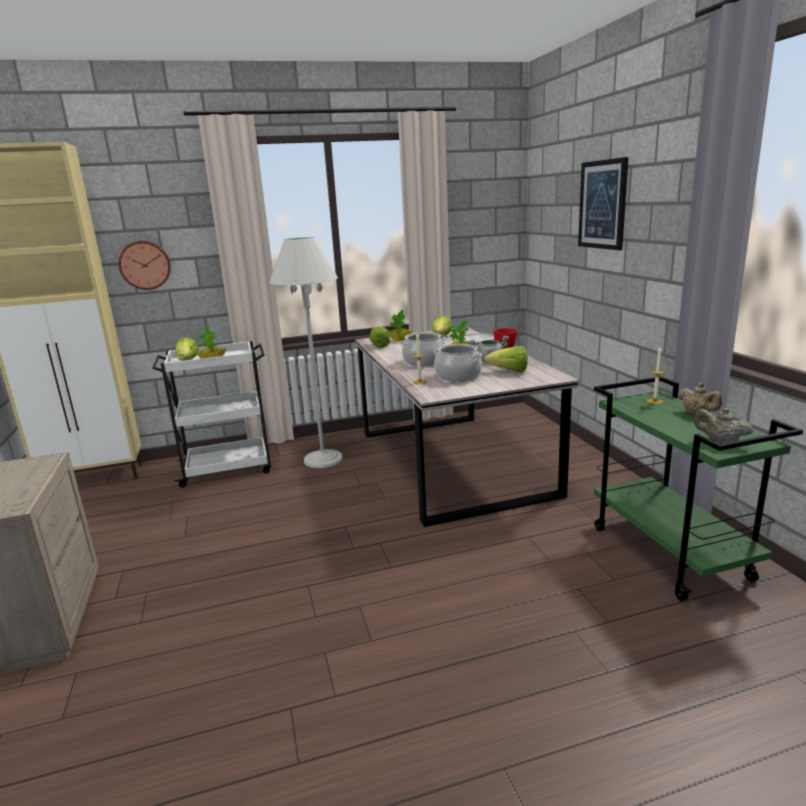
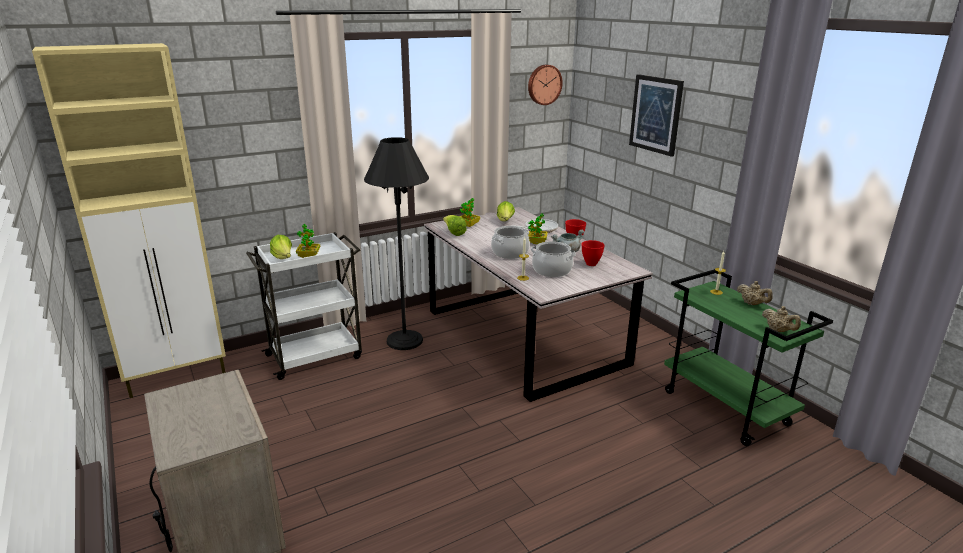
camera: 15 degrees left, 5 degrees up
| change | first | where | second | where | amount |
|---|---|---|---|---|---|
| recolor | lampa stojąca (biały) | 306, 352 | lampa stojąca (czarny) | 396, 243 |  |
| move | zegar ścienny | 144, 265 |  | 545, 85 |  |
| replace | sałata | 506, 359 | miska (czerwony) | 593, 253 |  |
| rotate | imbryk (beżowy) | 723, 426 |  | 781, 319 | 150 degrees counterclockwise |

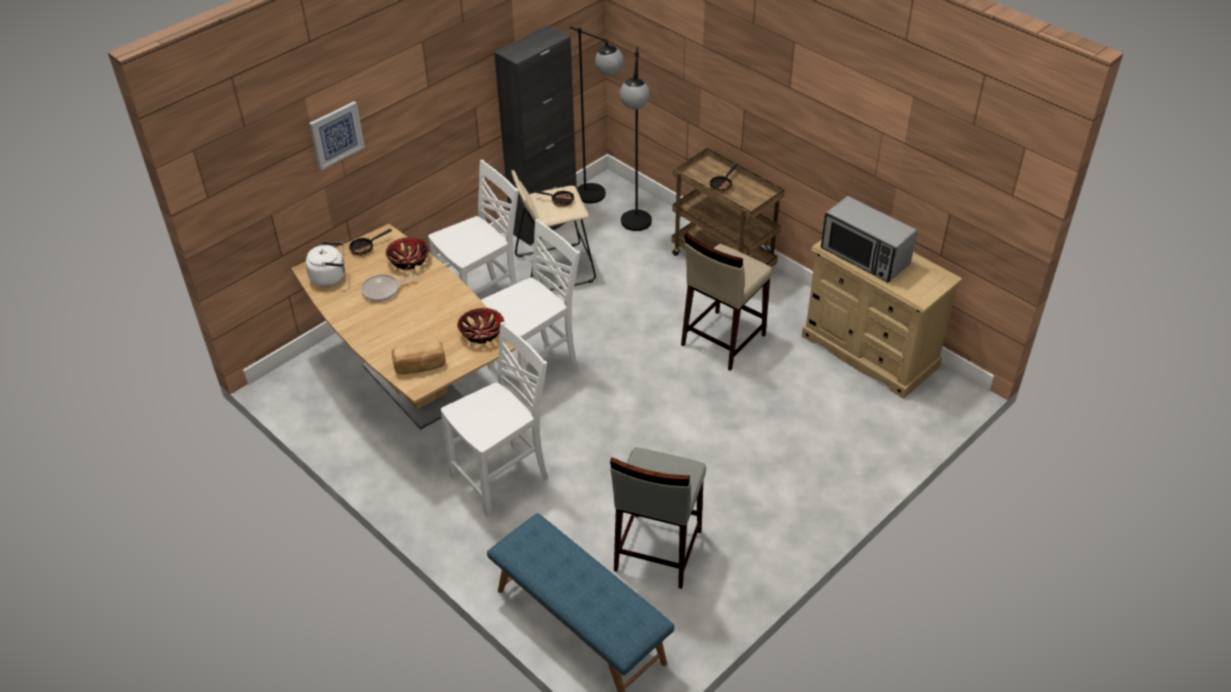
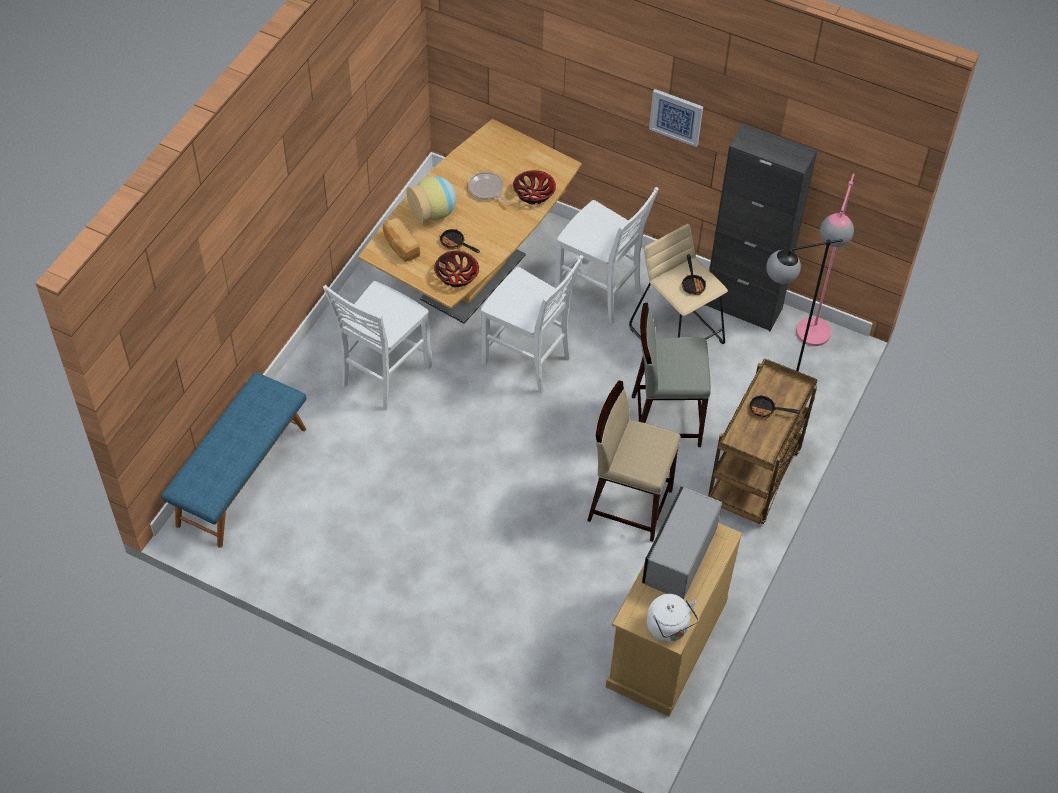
camera: 70 degrees right, 10 degrees up
| change | first | where | second | where | amount |
|---|---|---|---|---|---|
| rotate | krzesło (biały) | 494, 419 |  | 377, 345 | 90 degrees clockwise |
| insert |  |  | wazon | 431, 200 |  |
| move | patelnia | 370, 242 |  | 459, 241 |  |
| move | stołek (szary) | 658, 518 |  | 671, 375 |  |
| move | czajnik (biały) | 325, 264 |  | 673, 618 |  |
| move | obraz | 337, 135 |  | 676, 118 |  |
| recolor | lampa stojąca (czarny) | 596, 115 | lampa stojąca (różowy) | 825, 259 |  |

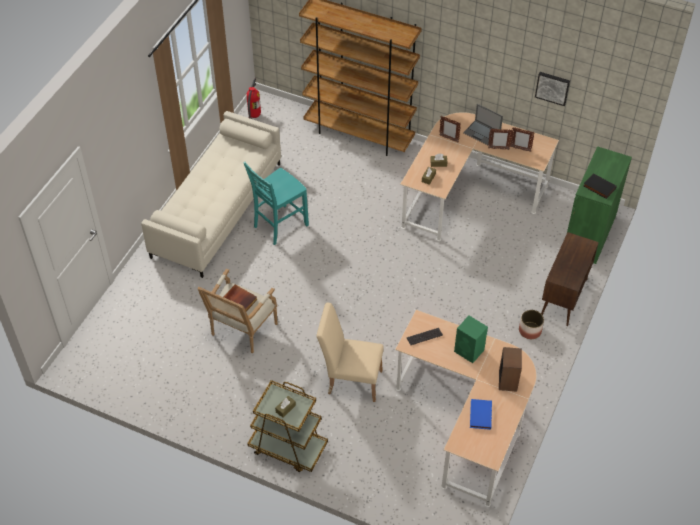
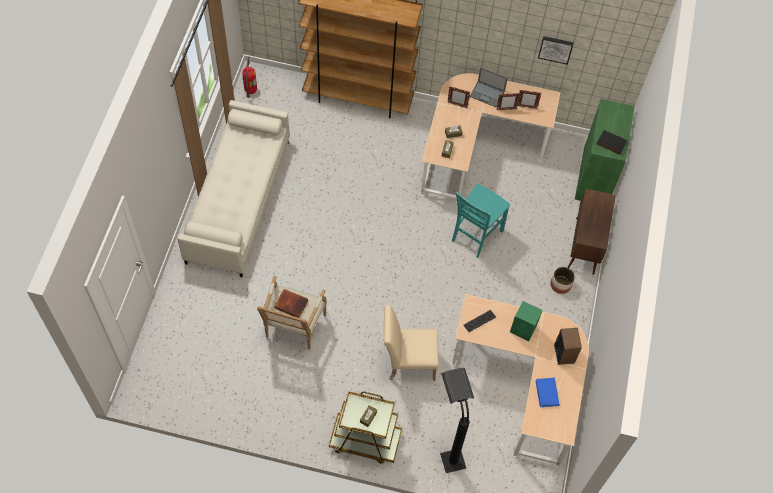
camera: 15 degrees left, 10 degrees up
| change | first | where | second | where | amount |
|---|---|---|---|---|---|
| insert |  |  | lampa stojąca (czarny) | 457, 420 |  |
| move | krzesło (turkusowy) | 276, 203 |  | 481, 221 |  |

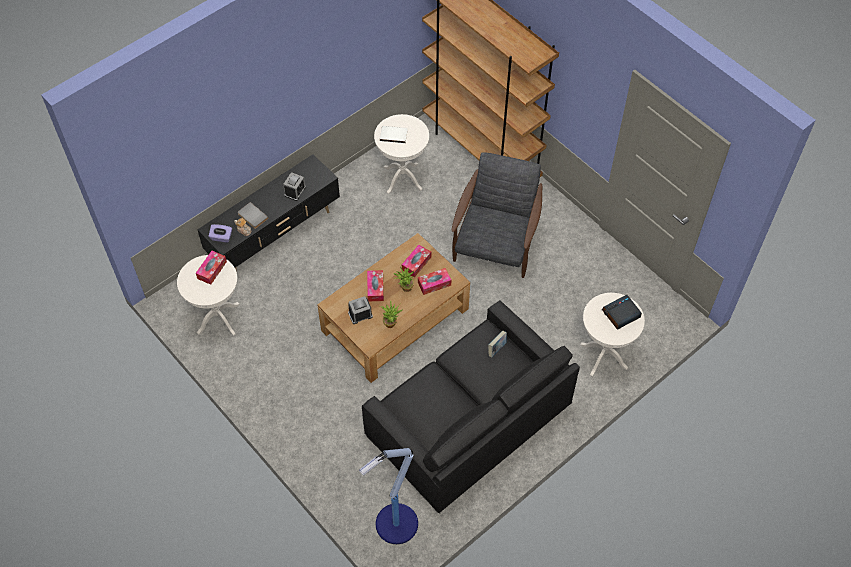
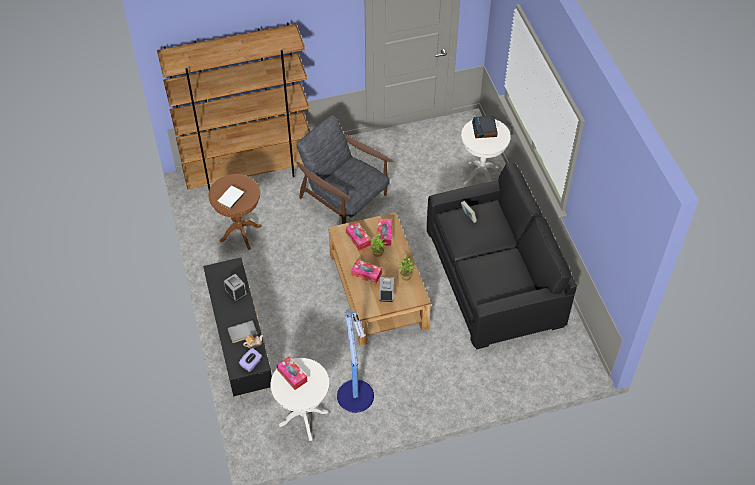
camera: 65 degrees left, 5 degrees down
| change | first | where | second | where | amount |
|---|---|---|---|---|---|
| recolor | stolik (biały) | 401, 154 | stolik (brązowy) | 235, 212 |  |
| move | lampa stojąca | 388, 496 |  | 355, 361 |  |

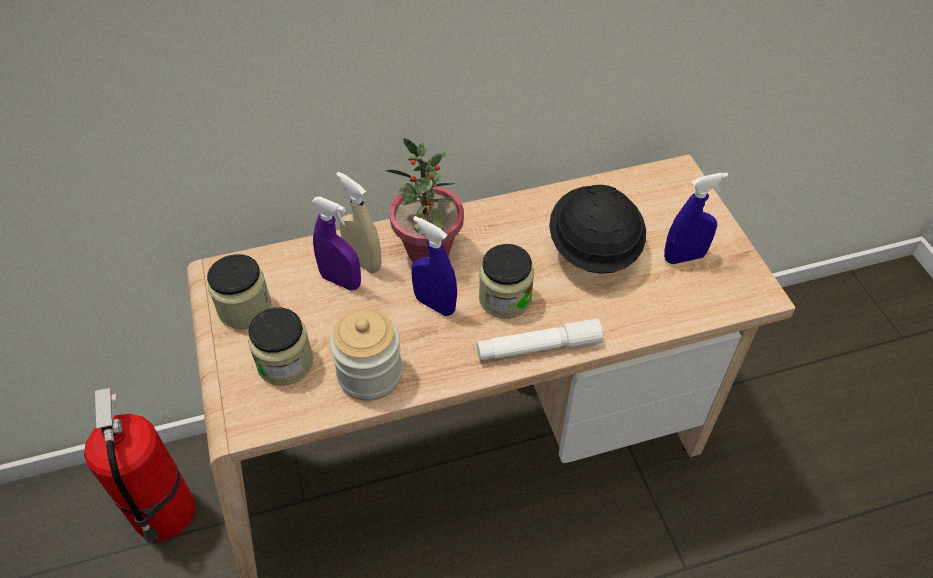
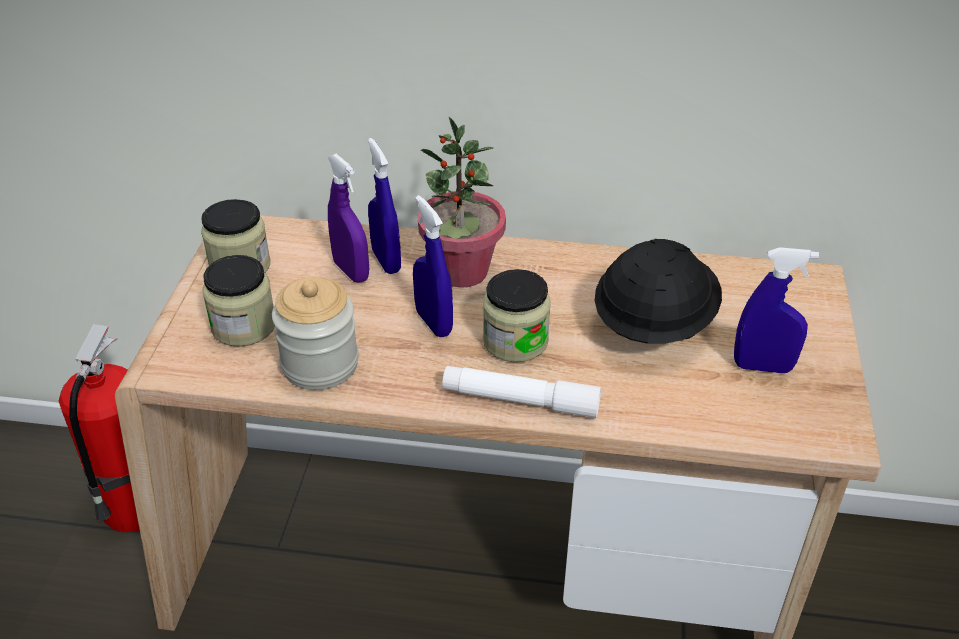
camera: 25 degrees right, 10 degrees down
| change | first | where | second | where | amount |
|---|---|---|---|---|---|
| recolor | spryskiwacz (beżowy) | 358, 222 | spryskiwacz (niebieski) | 384, 206 |  |

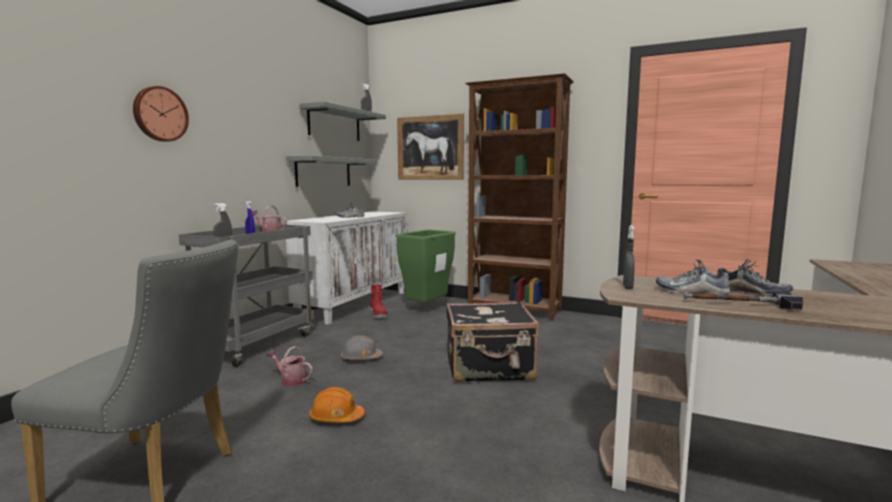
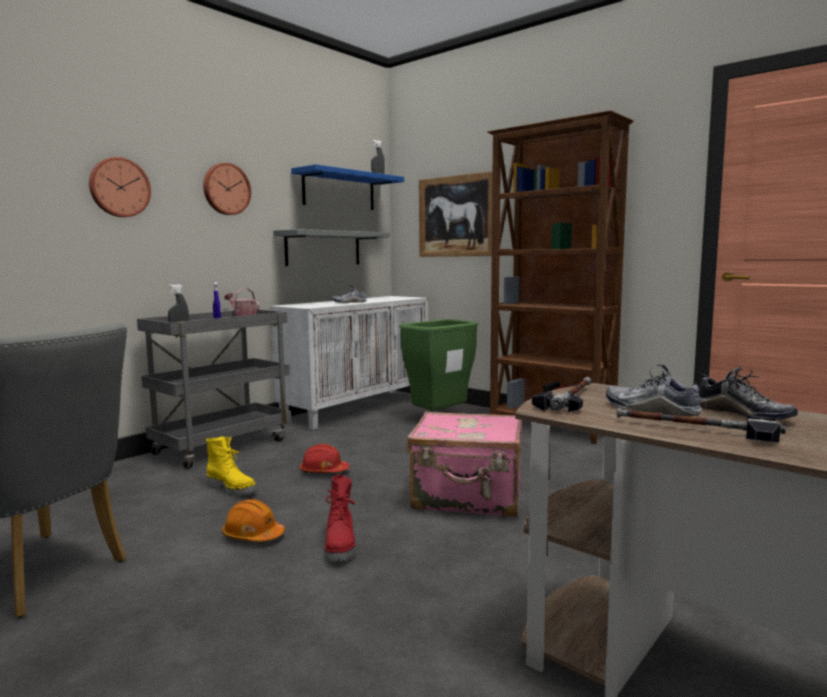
camera: 15 degrees right, 0 degrees up
| change | first | where | second | where | amount |
|---|---|---|---|---|---|
| insert |  |  | zegar ścienny | 227, 189 |  |
| replace | konewka | 289, 366 | but z cholewką (żółty) | 231, 466 |  |
| recolor | półka (szary) | 342, 121 | półka (niebieski) | 347, 187 |  |
| recolor | kask (szary) | 362, 348 | kask (czerwony) | 325, 458 |  |
| move | but z cholewką (czerwony) | 379, 301 |  | 340, 518 |  |
| recolor | walizka (czarny) | 492, 342 | walizka (różowy) | 464, 464 |  |
| replace | spryskiwacz (szary) | 629, 257 | młotek | 561, 394 |  |

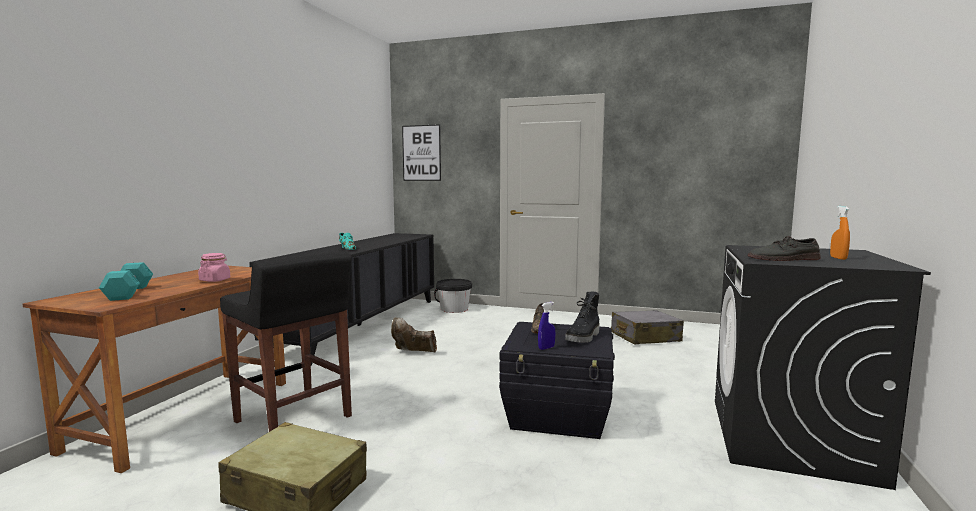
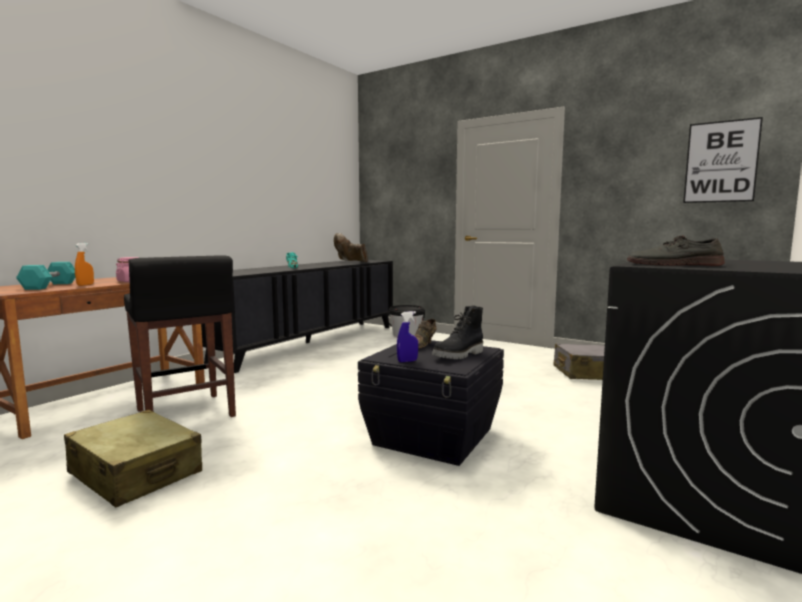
camera: 15 degrees right, 0 degrees up
| change | first | where | second | where | amount |
|---|---|---|---|---|---|
| move | spryskiwacz (pomarańczowy) | 840, 233 |  | 84, 264 |  |
| move | but z cholewką (brązowy) | 414, 334 |  | 351, 247 |  |
| move | obraz | 421, 152 |  | 723, 160 |  |

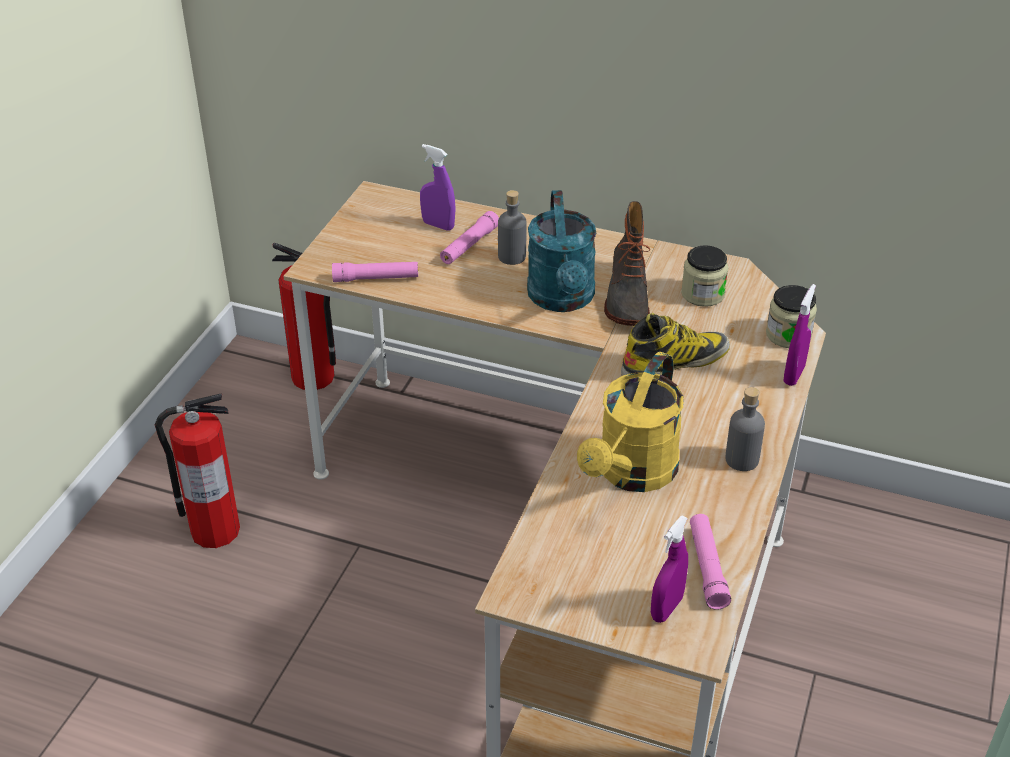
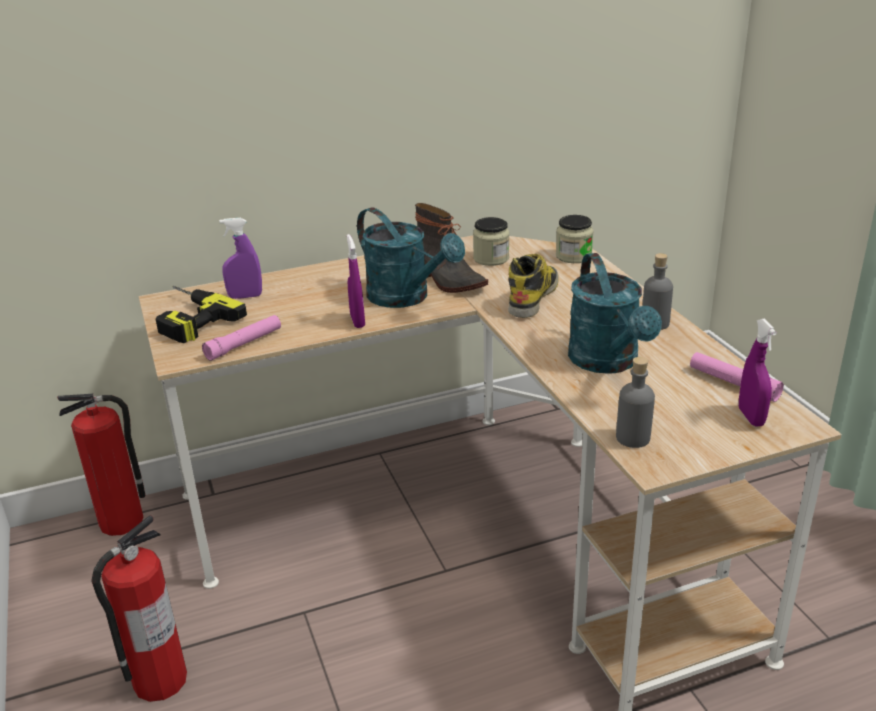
camera: 40 degrees left, 10 degrees down
| change | first | where | second | where | amount |
|---|---|---|---|---|---|
| insert |  |  | wiertarka | 201, 314 |  |
| move | spryskiwacz (fioletowy) | 800, 335 |  | 356, 281 |  |
| recolor | konewka (żółty) | 630, 422 | konewka (turkusowy) | 615, 313 |  |
| move | butelka (szary) | 512, 227 |  | 635, 402 |  |
| delete | latarka (różowy) | 469, 237 |  |  |  |

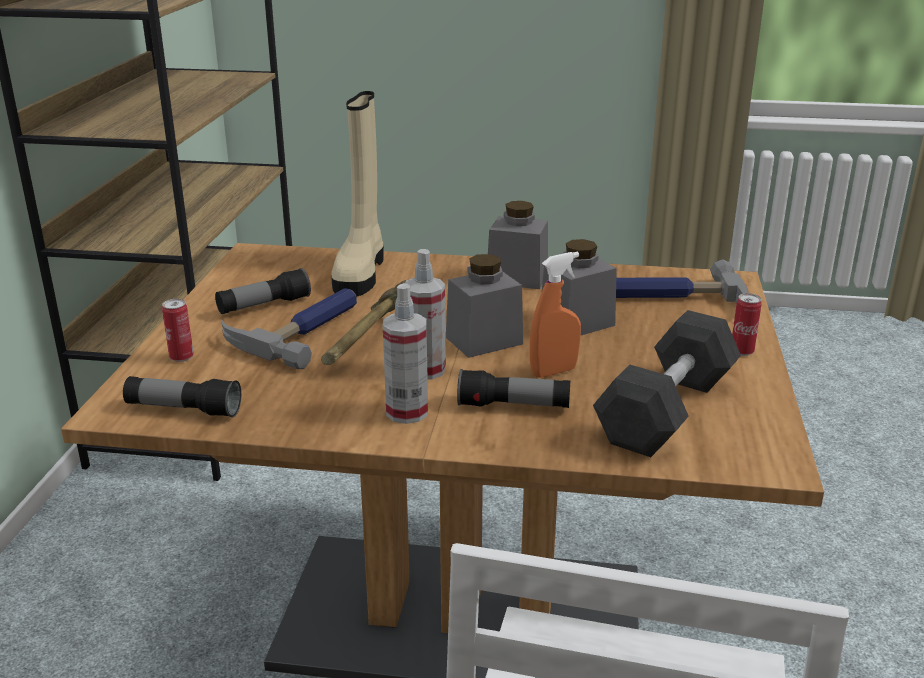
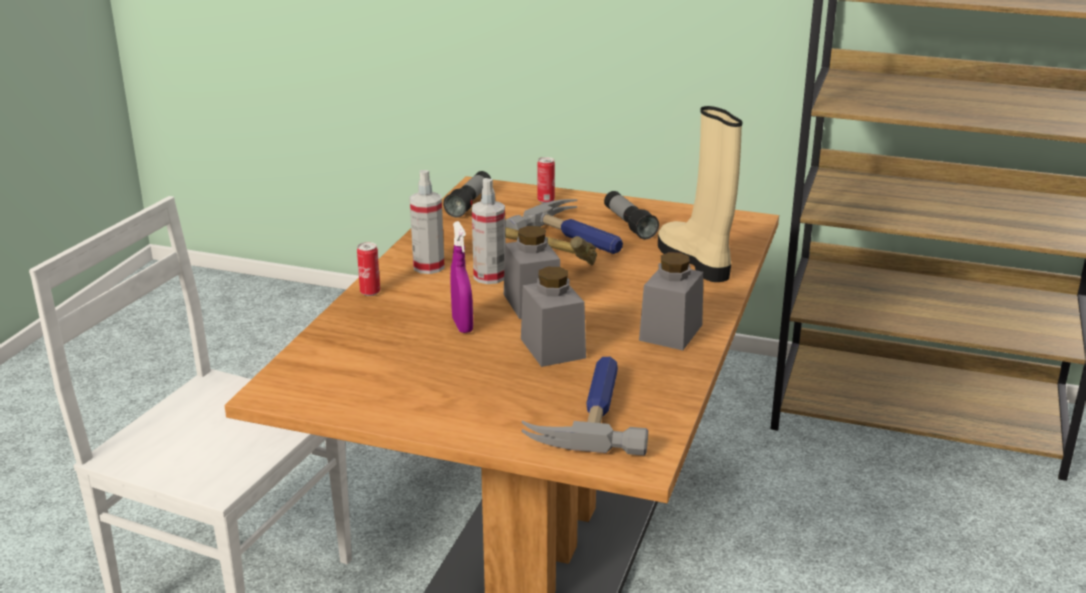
camera: 100 degrees right, 0 degrees up
| change | first | where | second | where | amount |
|---|---|---|---|---|---|
| move | puszka | 747, 324 |  | 368, 269 |  |
| recolor | spryskiwacz (pomarańczowy) | 555, 315 | spryskiwacz (fioletowy) | 461, 277 |  |
| rotate | but z cholewką (beżowy) | 357, 193 |  | 700, 194 | 45 degrees clockwise |
| delete | latarka | 513, 388 |  |  |  |
| delete | hantel (szary) | 667, 383 |  |  |  |

